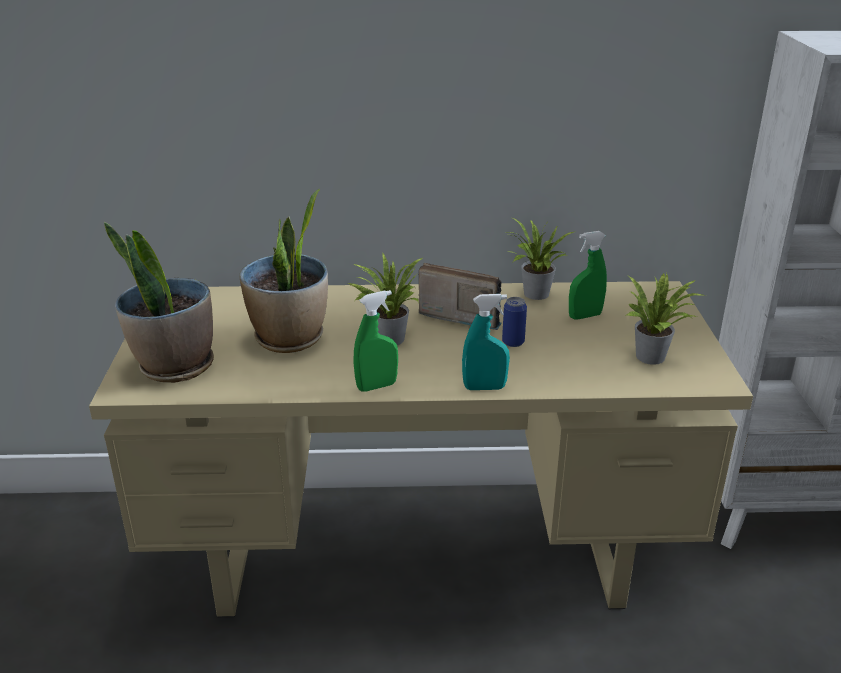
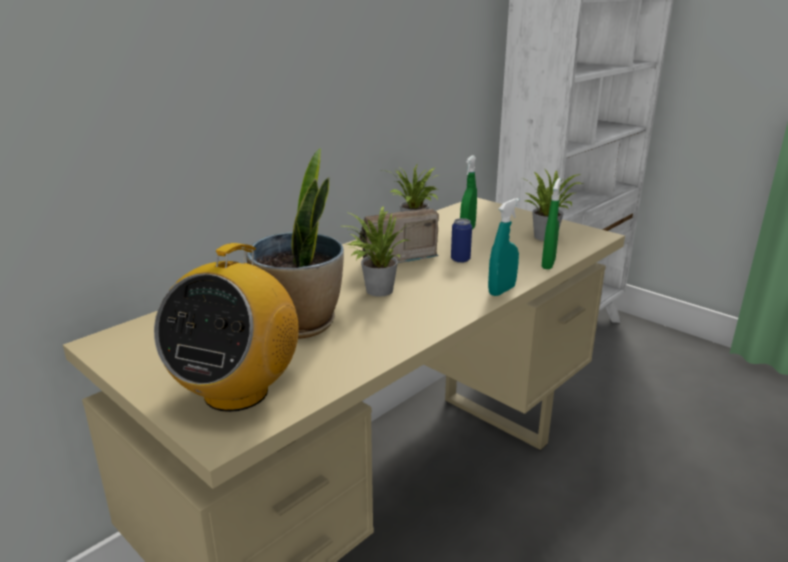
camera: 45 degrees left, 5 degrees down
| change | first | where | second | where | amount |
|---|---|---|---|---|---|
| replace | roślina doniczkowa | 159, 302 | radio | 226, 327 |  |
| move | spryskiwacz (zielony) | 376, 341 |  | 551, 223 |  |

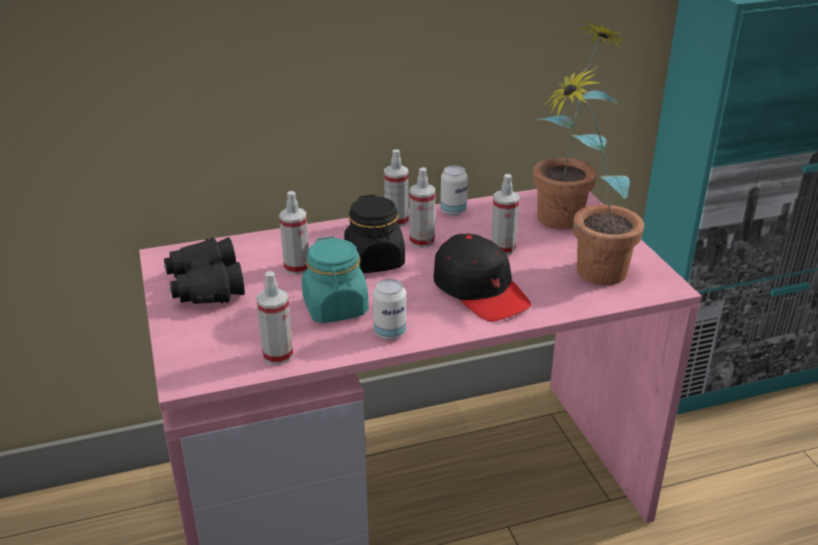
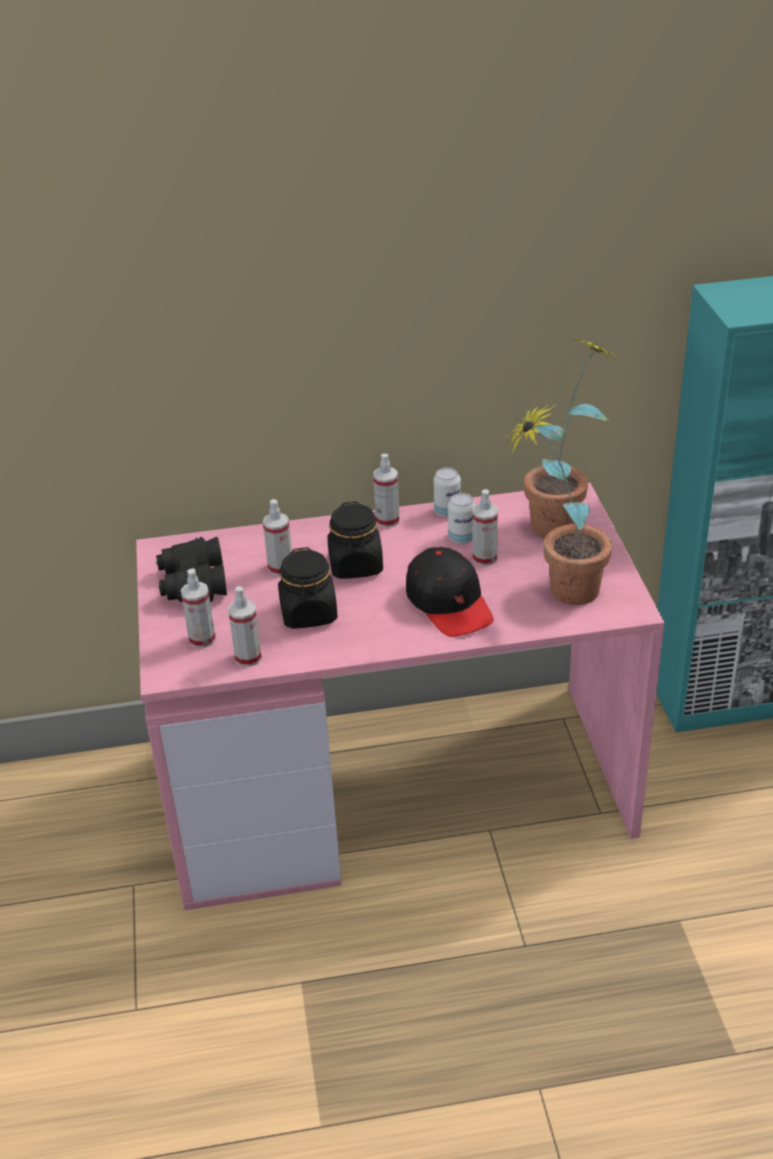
camera: 10 degrees right, 5 degrees up
| change | first | where | second | where | amount |
|---|---|---|---|---|---|
| move | spryskiwacz | 423, 207 |  | 198, 608 |  |
| recolor | słoik (turkusowy) | 335, 279 | słoik (czarny) | 308, 588 |  |
| move | puszka | 389, 309 |  | 462, 518 |  |

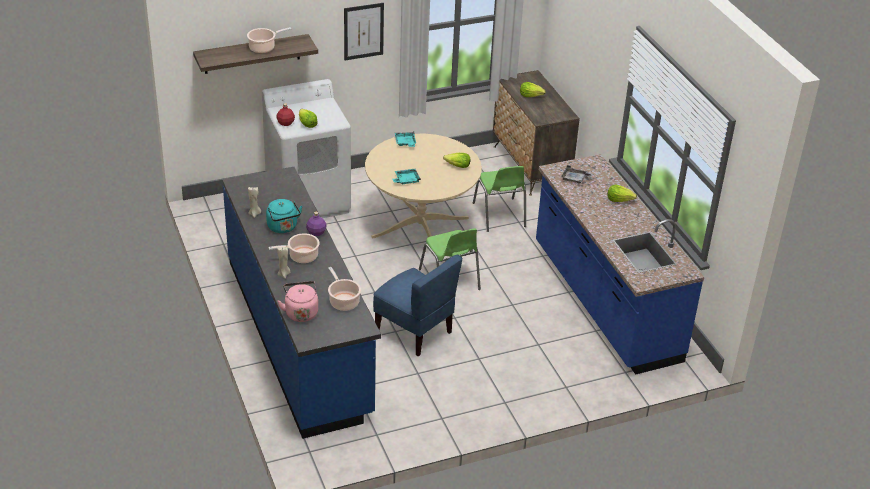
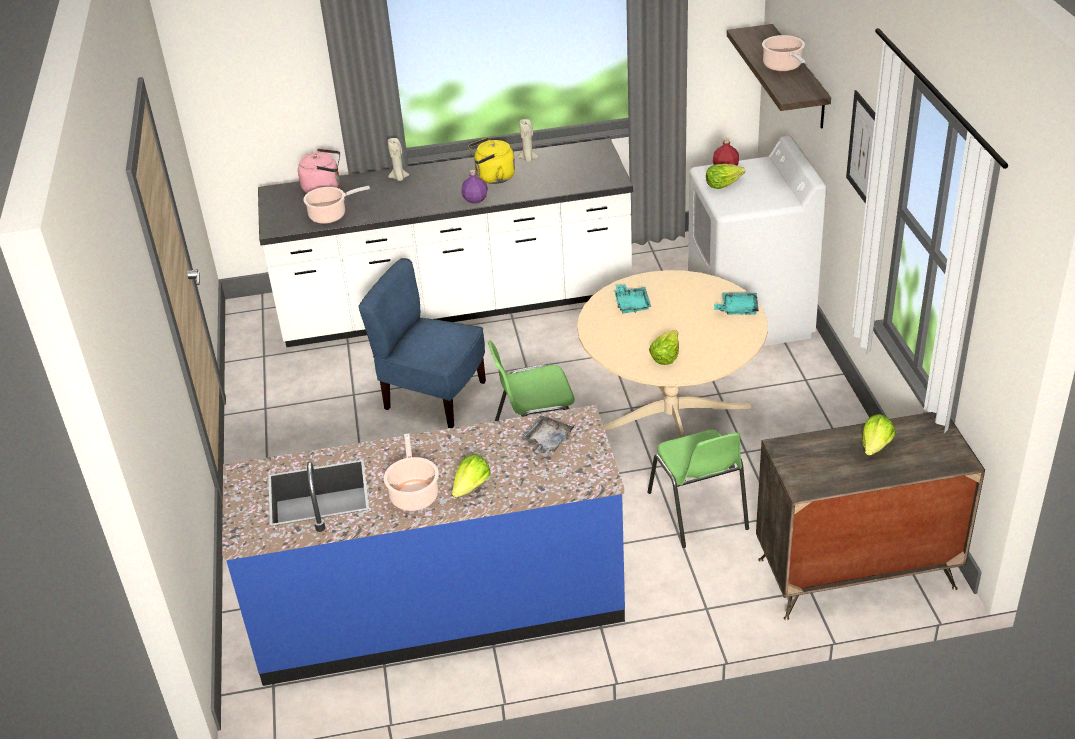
camera: 105 degrees right, 0 degrees up
| change | first | where | second | where | amount |
|---|---|---|---|---|---|
| recolor | zabudowa kuchenna (niebieski) | 301, 303 | zabudowa kuchenna (biały) | 445, 242 |  |
| rotate | krzesło (niebieski) | 417, 305 |  | 422, 343 | 60 degrees clockwise |
| move | garnek | 294, 248 |  | 411, 472 |  |
| recolor | czajnik (turkusowy) | 284, 216 | czajnik (żółty) | 492, 160 |  |
| rotate | krzesło (zielony) | 499, 199 |  | 698, 489 | 105 degrees counterclockwise |

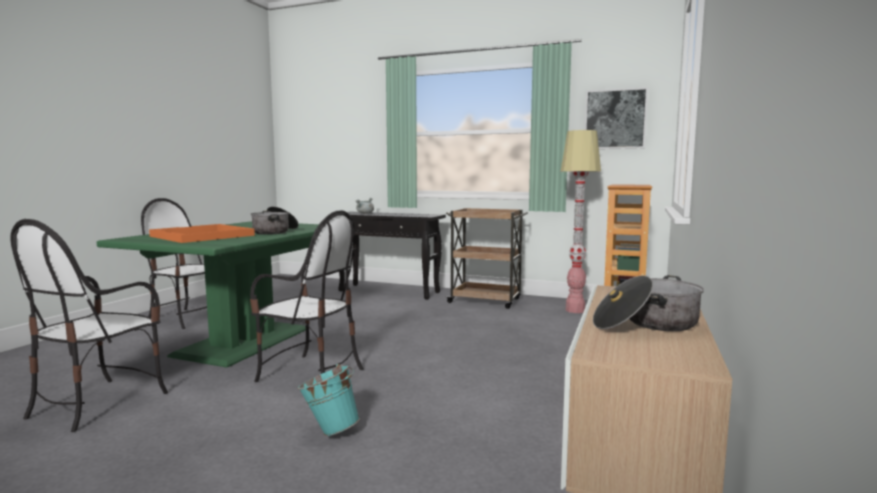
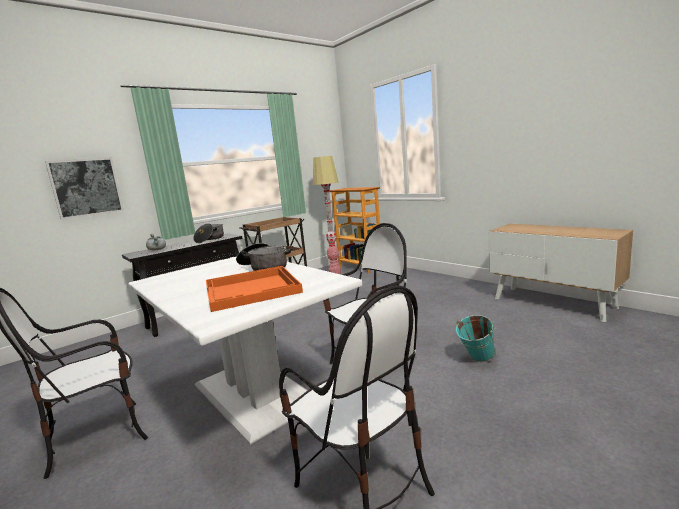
camera: 60 degrees left, 5 degrees up
| change | first | where | second | where | amount |
|---|---|---|---|---|---|
| move | obraz | 616, 118 |  | 84, 188 |  |
| recolor | stół jadalny (zielony) | 208, 294 | stół jadalny (biały) | 245, 350 |  |
| move | garnek | 648, 303 |  | 208, 233 |  |

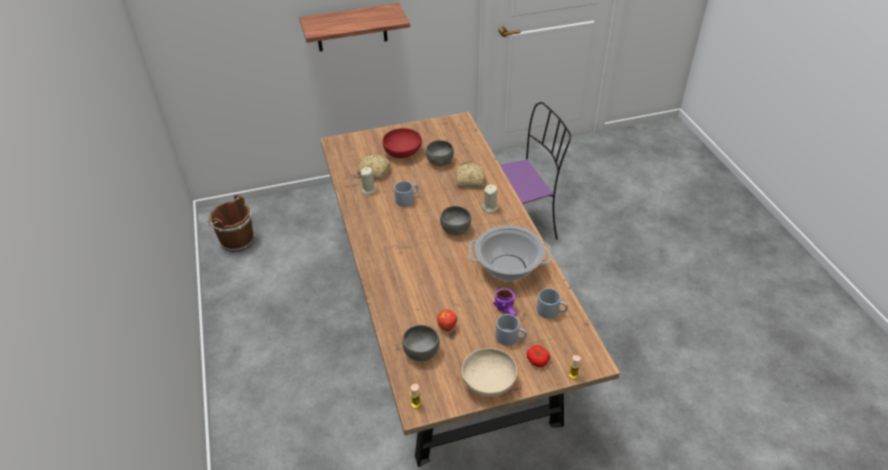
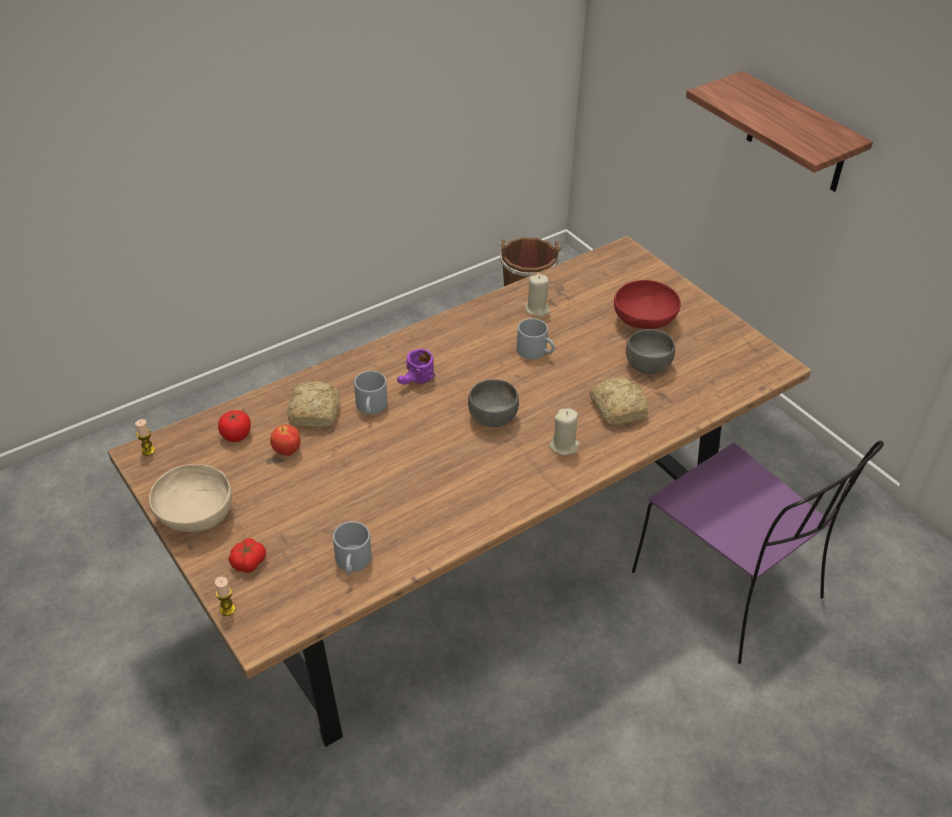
camera: 70 degrees right, 0 degrees up
| change | first | where | second | where | amount |
|---|---|---|---|---|---|
| replace | miska (szary) | 421, 343 | pomidor | 234, 426 |  |
| move | chleb | 374, 167 |  | 313, 404 |  |
| move | kubek (szary) | 511, 330 |  | 370, 393 |  |
| move | kubek (fioletowy) | 504, 302 |  | 416, 367 |  |
| delete | garnek | 510, 253 |  |  |  |

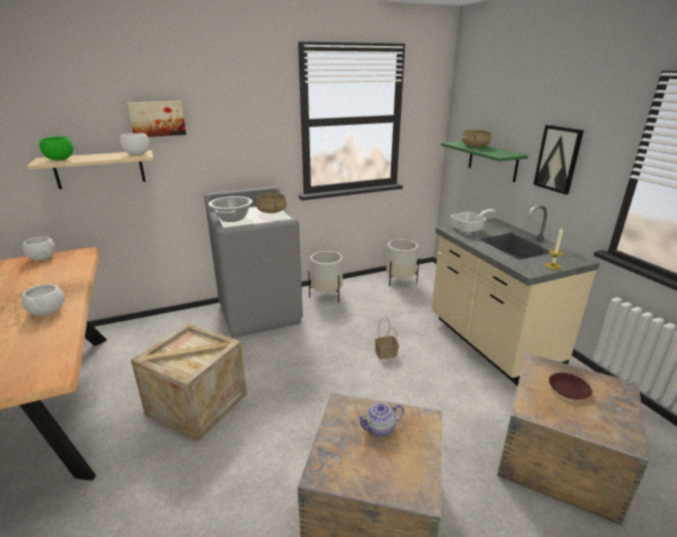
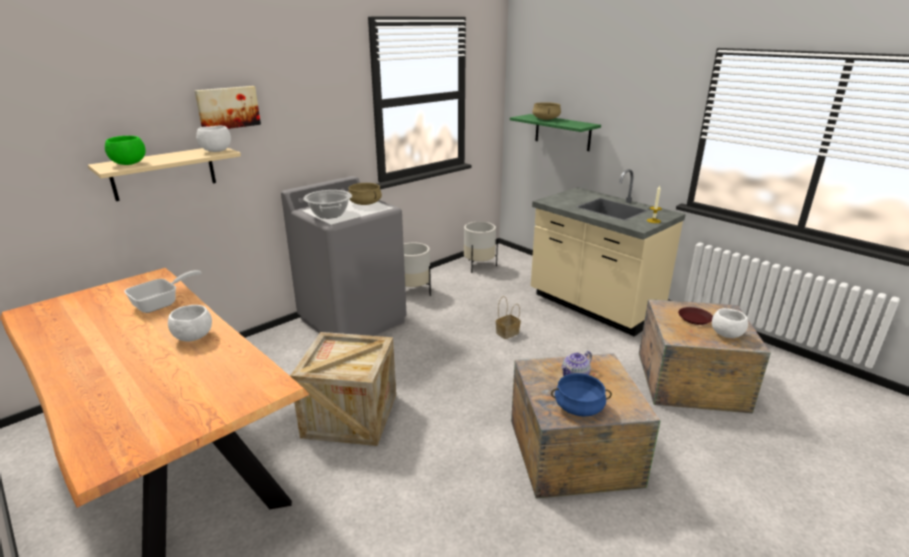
camera: 20 degrees left, 0 degrees up
| change | first | where | second | where | amount |
|---|---|---|---|---|---|
| move | patelnia | 472, 221 |  | 162, 291 |  |
| insert |  |  | garnek (niebieski) | 581, 395 |  |
| move | miska (biały) | 39, 248 |  | 730, 323 |  |
| delete | obraz | 558, 160 |  |  |  |

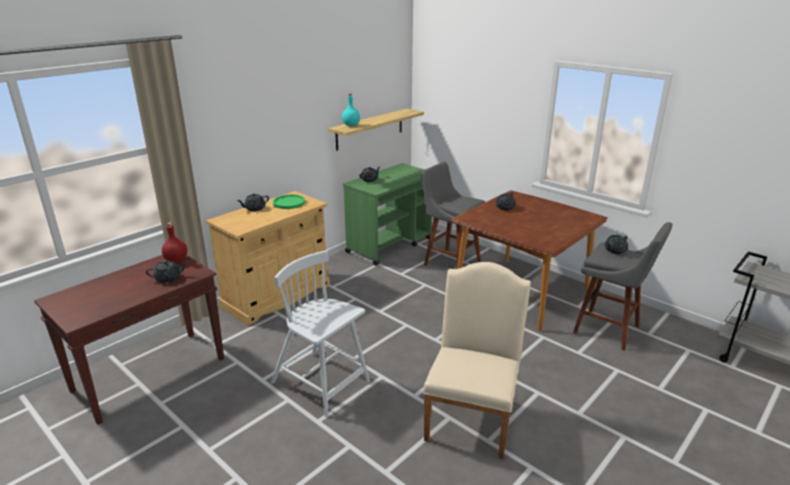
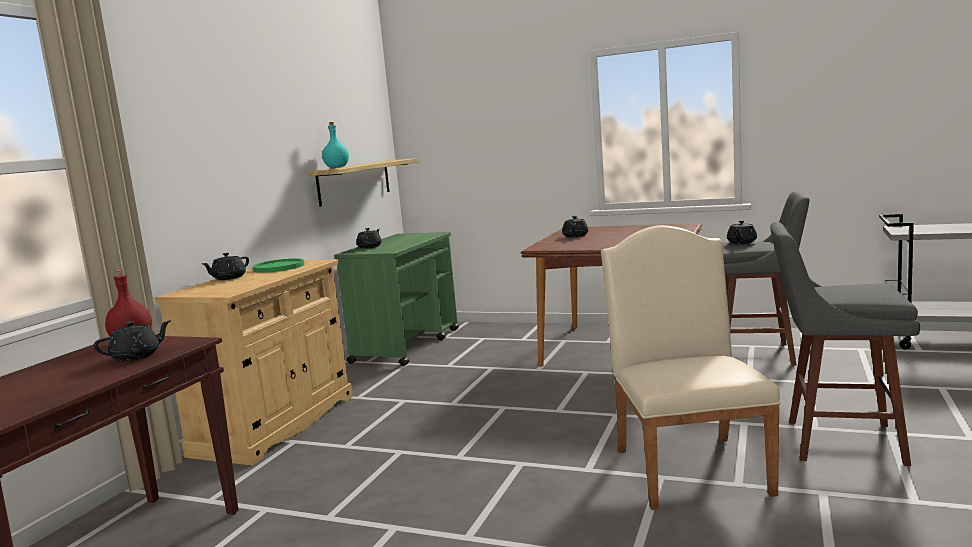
camera: 20 degrees left, 15 degrees down
| change | first | where | second | where | amount |
|---|---|---|---|---|---|
| move | stołek (szary) | 453, 214 |  | 845, 344 |  |
| delete | krzesło (biały) | 320, 334 |  |  |  |

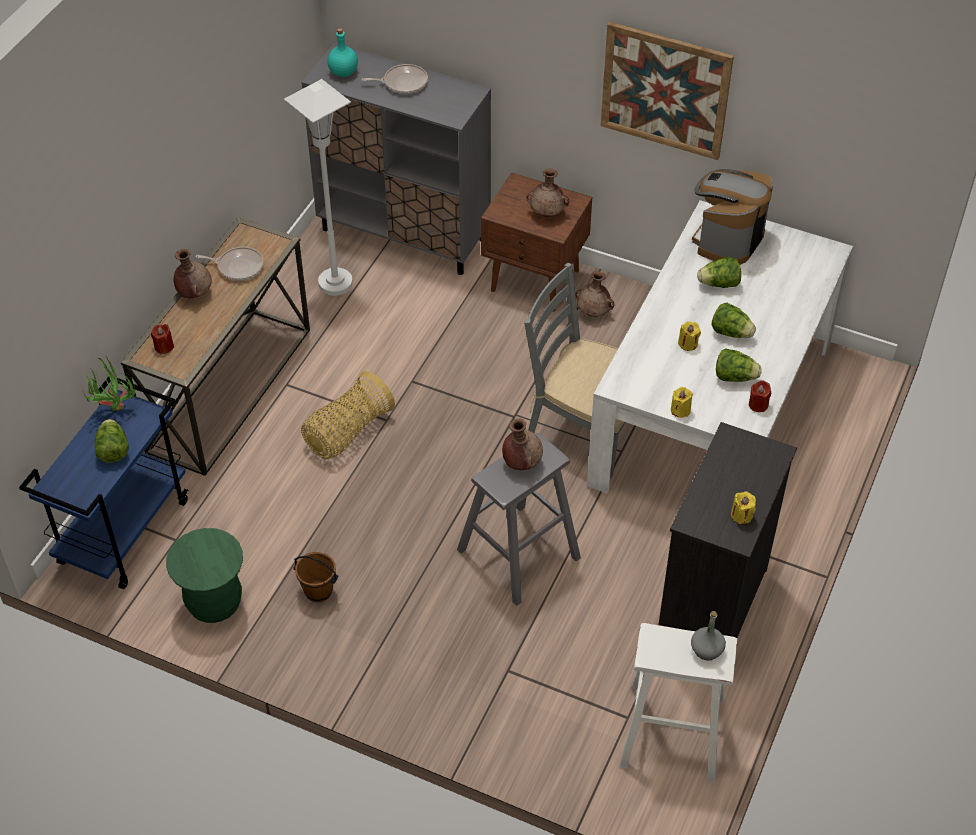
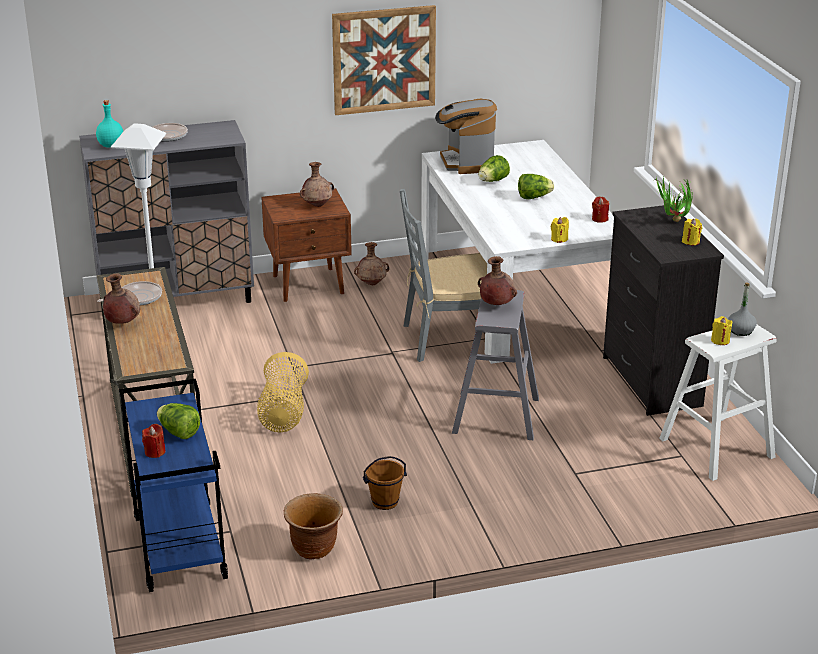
camera: 40 degrees left, 20 degrees down
| change | first | where | second | where | amount |
|---|---|---|---|---|---|
| move | świeca (czerwony) | 162, 339 |  | 154, 441 |  |
| replace | stołek (zielony) | 204, 575 | donica (brązowy) | 313, 526 |  |
| move | roślina doniczkowa | 108, 383 |  | 673, 199 |  |
| move | świeca (żółty) | 689, 336 |  | 722, 330 |  |
| delete | sałata | 739, 365 |  |  |  |

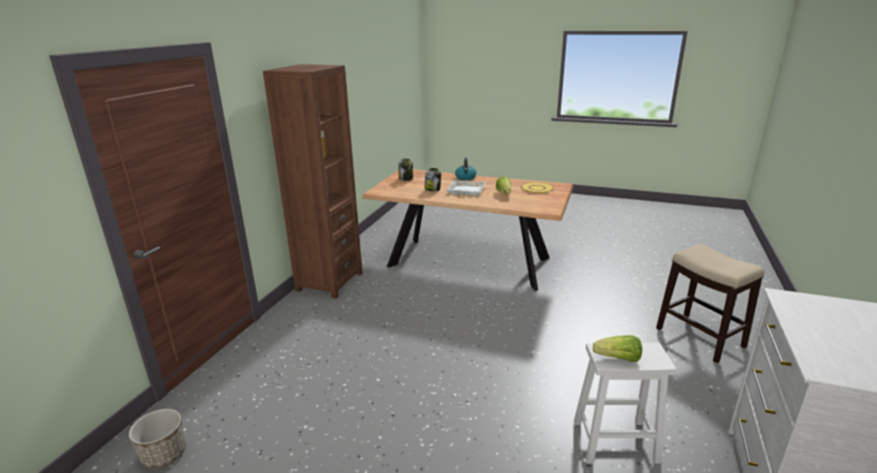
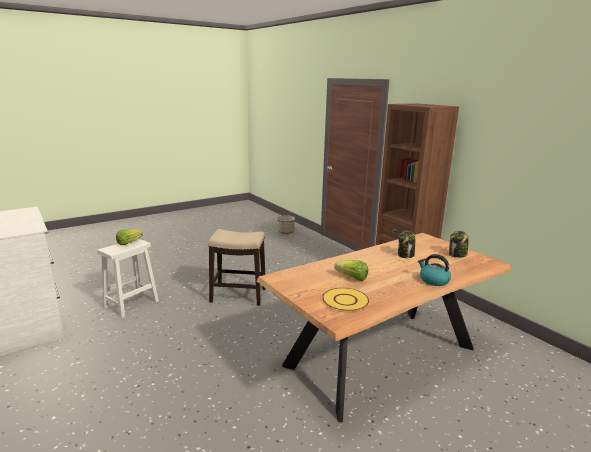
camera: 125 degrees right, 5 degrees down
| change | first | where | second | where | amount |
|---|---|---|---|---|---|
| move | stołek | 710, 303 |  | 237, 267 |  |
| delete | taca (biały) | 466, 188 |  |  |  |

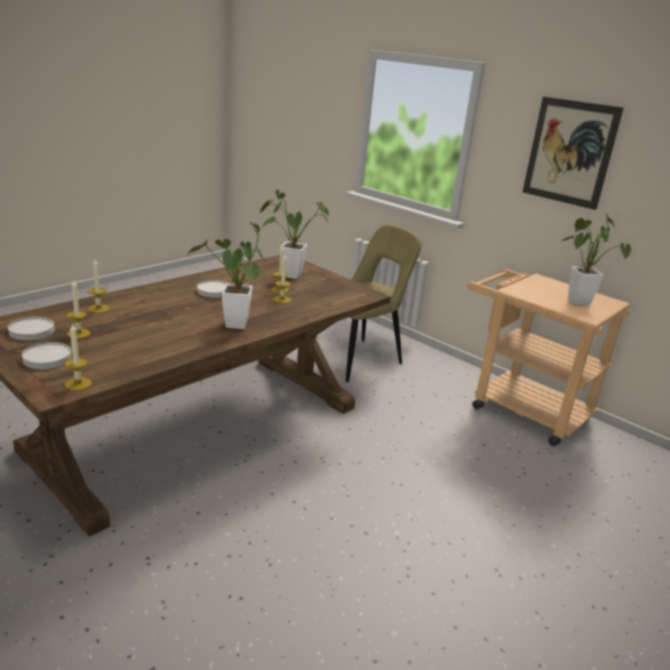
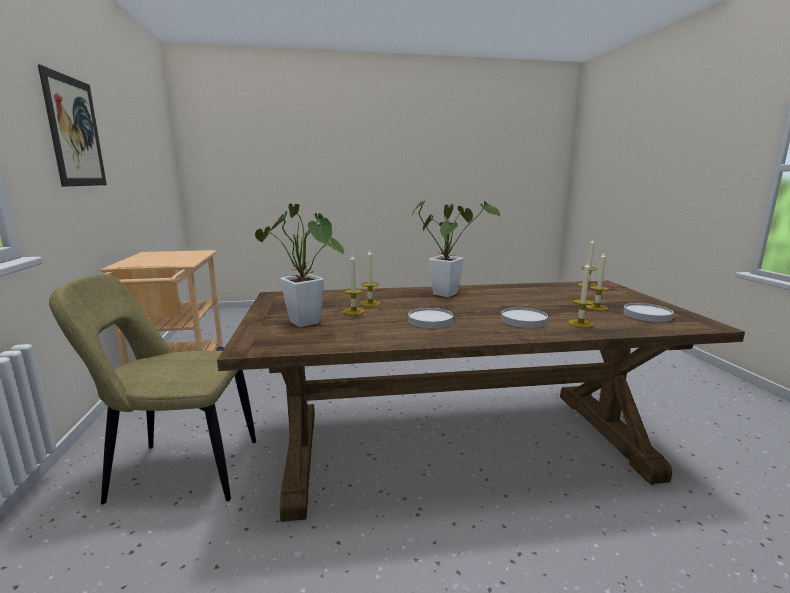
camera: 140 degrees left, 10 degrees down
| change | first | where | second | where | amount |
|---|---|---|---|---|---|
| move | talerz (biały) | 47, 355 |  | 524, 318 |  |
| delete | roślina doniczkowa | 596, 259 |  |  |  |

